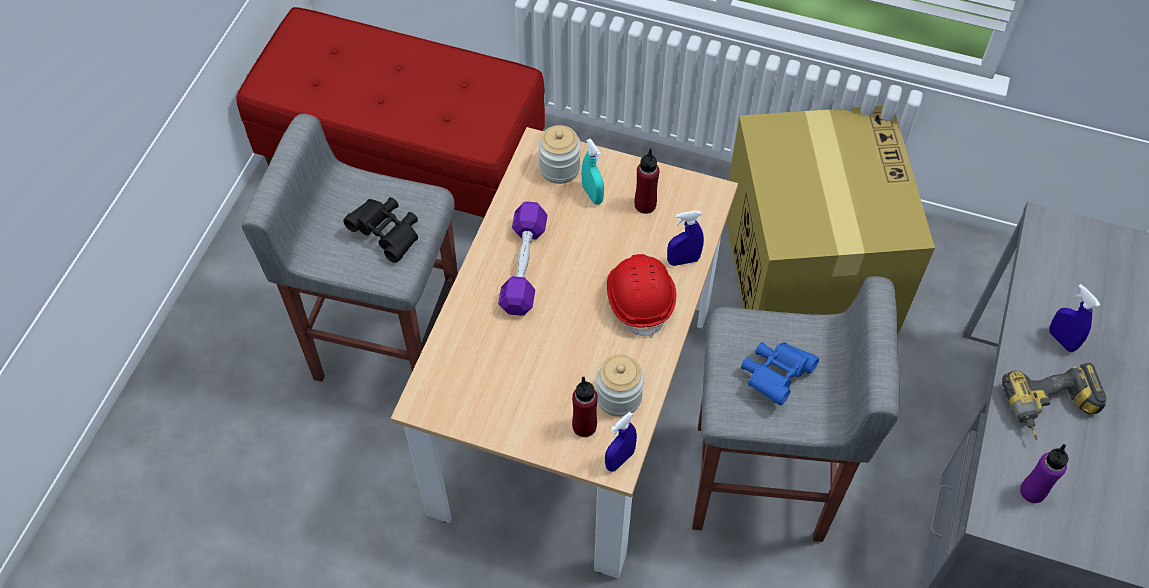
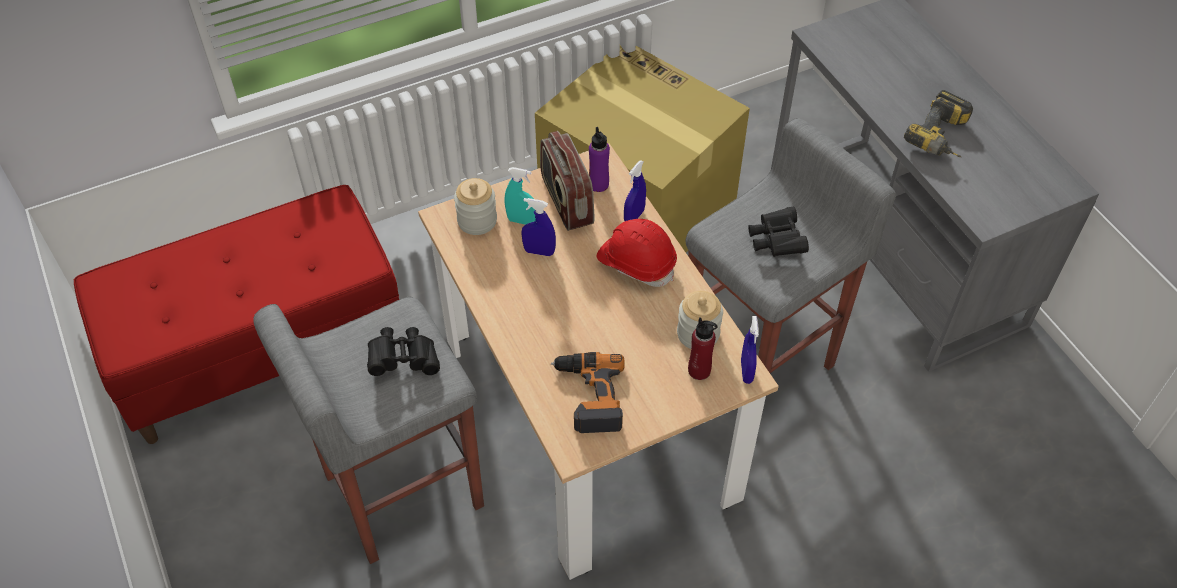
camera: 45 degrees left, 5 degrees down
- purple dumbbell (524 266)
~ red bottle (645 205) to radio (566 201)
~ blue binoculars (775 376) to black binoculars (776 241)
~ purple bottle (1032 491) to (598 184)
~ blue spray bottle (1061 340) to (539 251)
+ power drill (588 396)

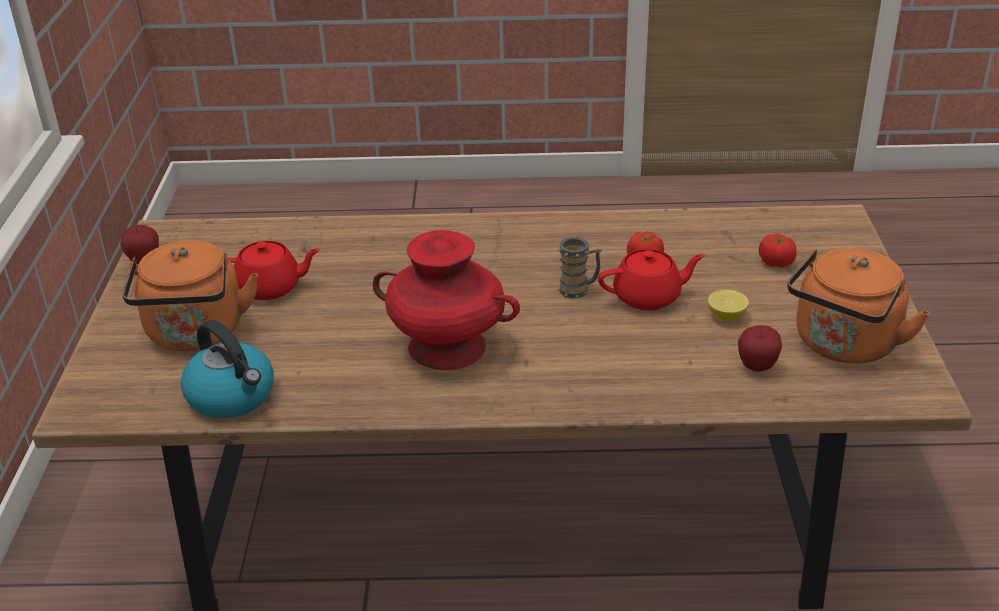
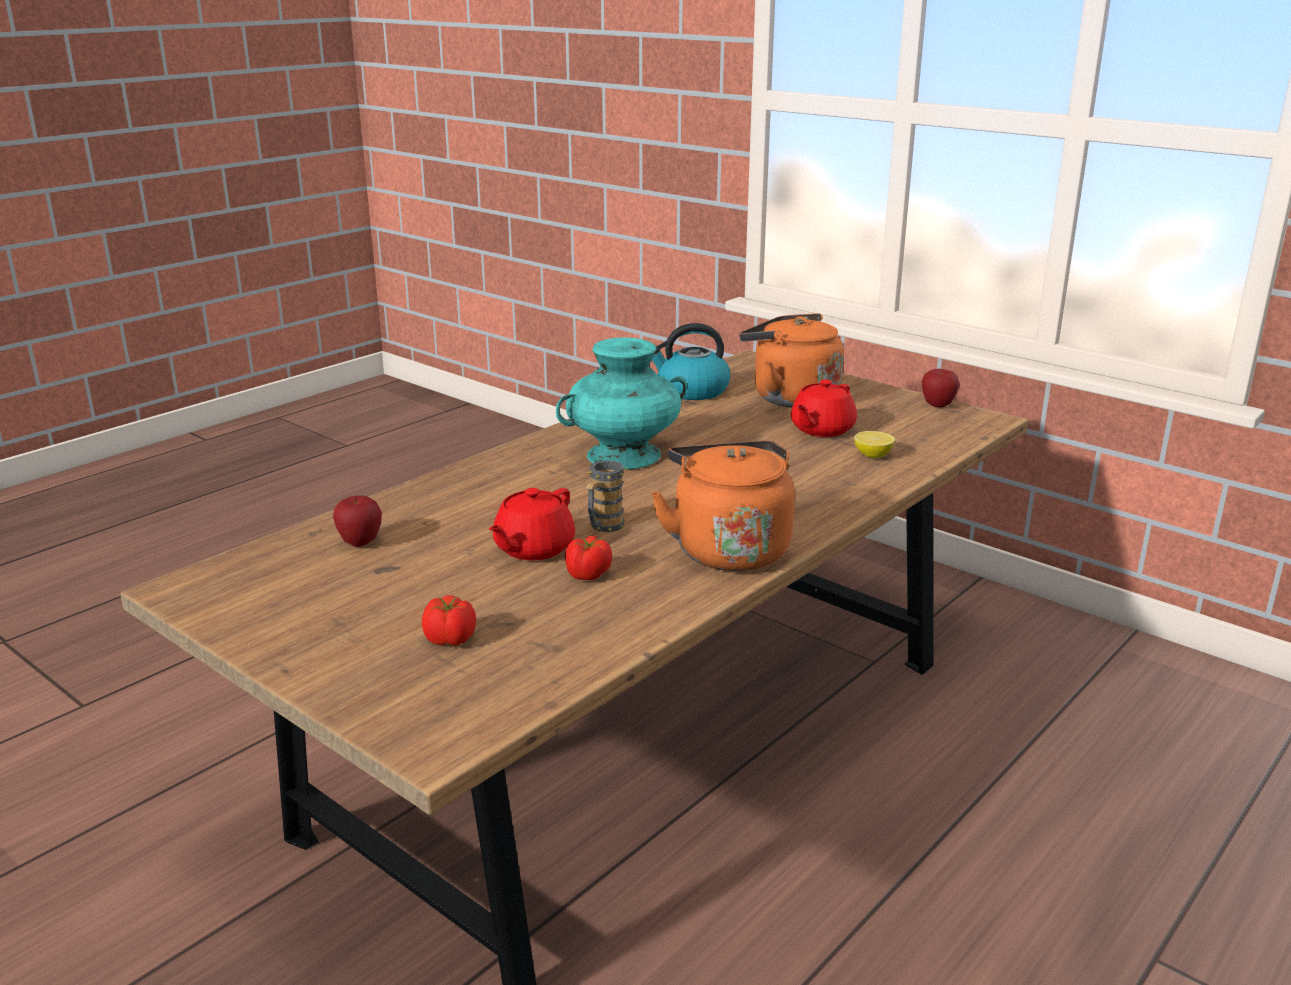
camera: 130 degrees right, 10 degrees down
~ red vase (448 347) to turquoise vase (623 455)
~ lemon (726 316) to (872 455)
~ orange kettle (843 346) to (728 548)

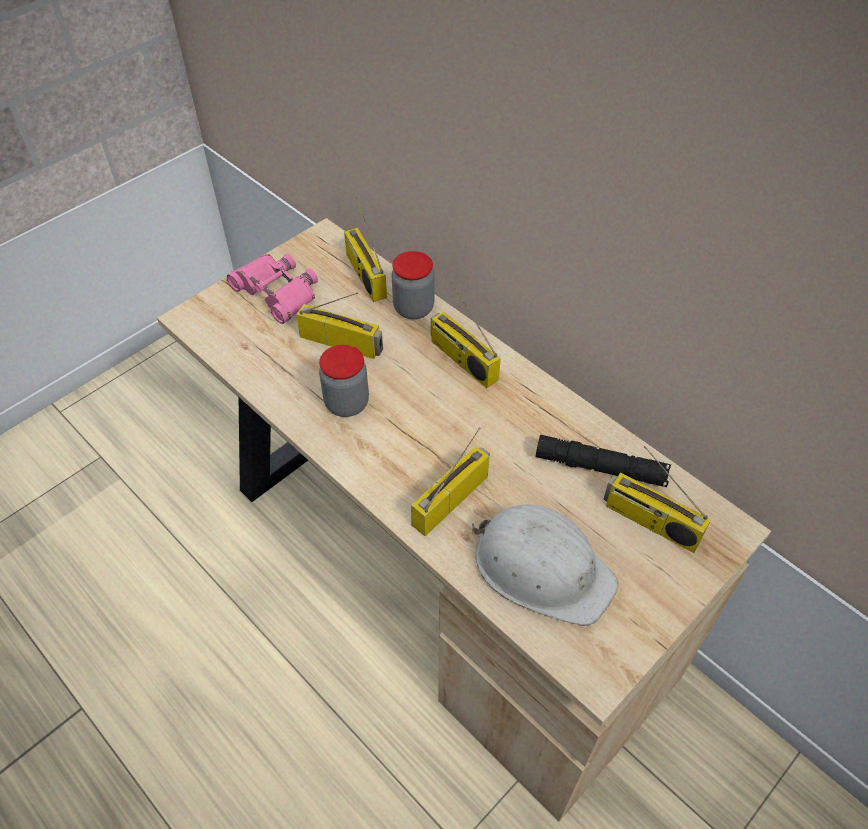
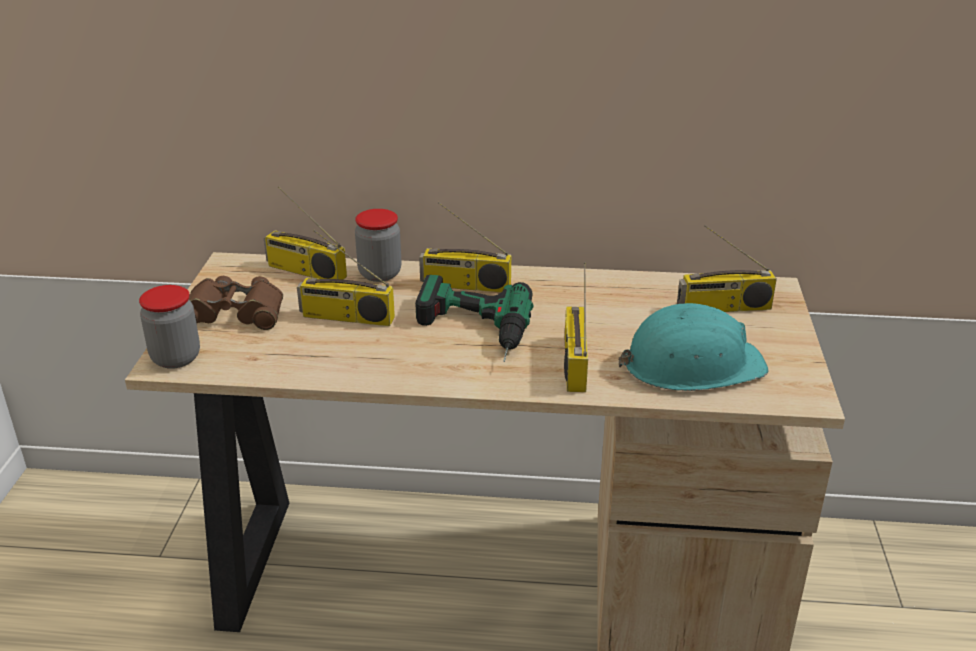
camera: 40 degrees left, 20 degrees down
~ pink binoculars (277 292) to brown binoculars (234 313)
~ radio (342 342) = (346 317) 150 degrees counterclockwise
~ jar (347 403) to (176 358)
~ white hard hat (542 567) to turquoise hard hat (691 365)
- black flashlight (600 467)
+ power drill (470 332)

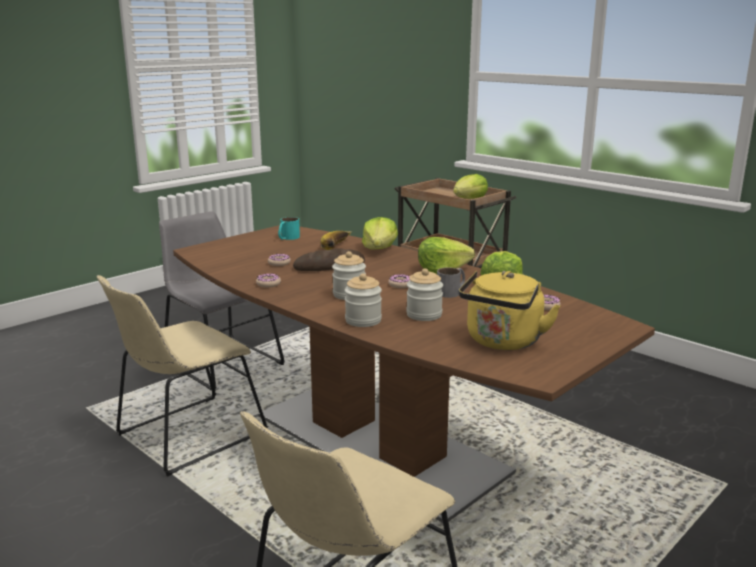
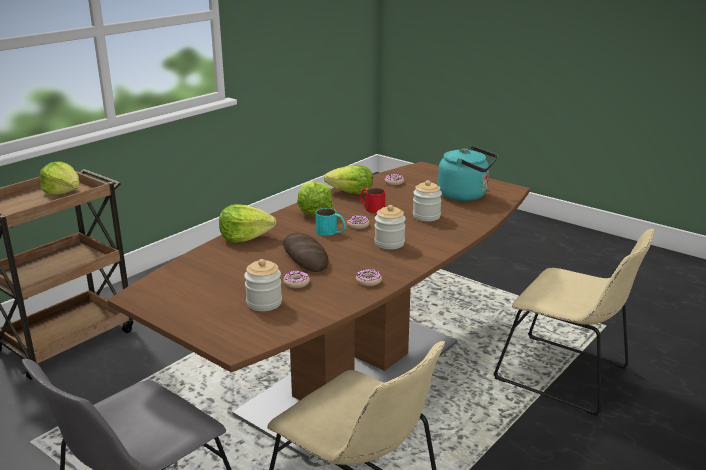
camera: 95 degrees left, 5 degrees up
~ turquoise mug (287 238) to (331 232)
- banana (339 247)
~ jar (363 320) to (264 303)
~ grey mug (452 292) to red mug (371 208)
~ yellow kettle (502 342) to turquoise kettle (466 195)

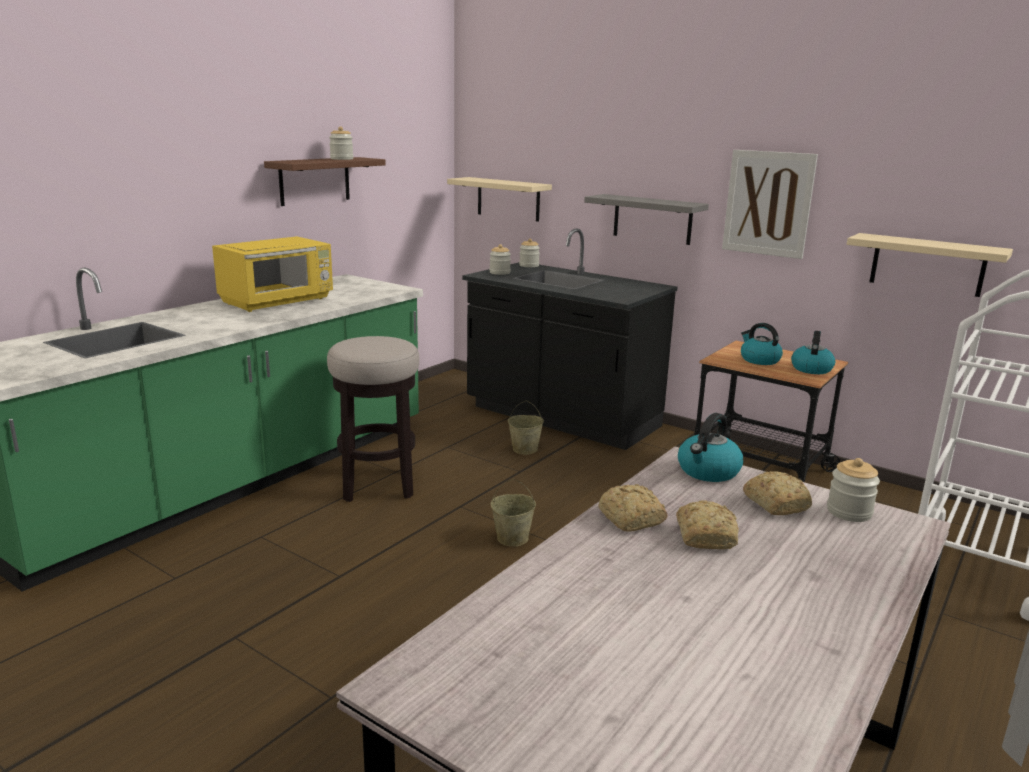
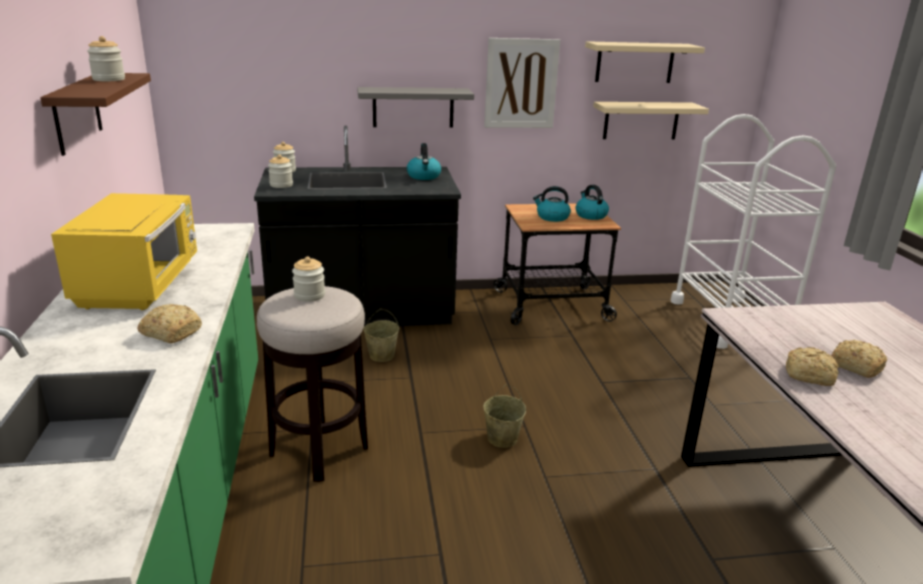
camera: 45 degrees left, 5 degrees up
~ beige shelf (508 199) to (635 62)
~ kettle (708 471) to (424 176)
~ bread (776 503) to (171 332)
~ jar (849 512) to (309 295)

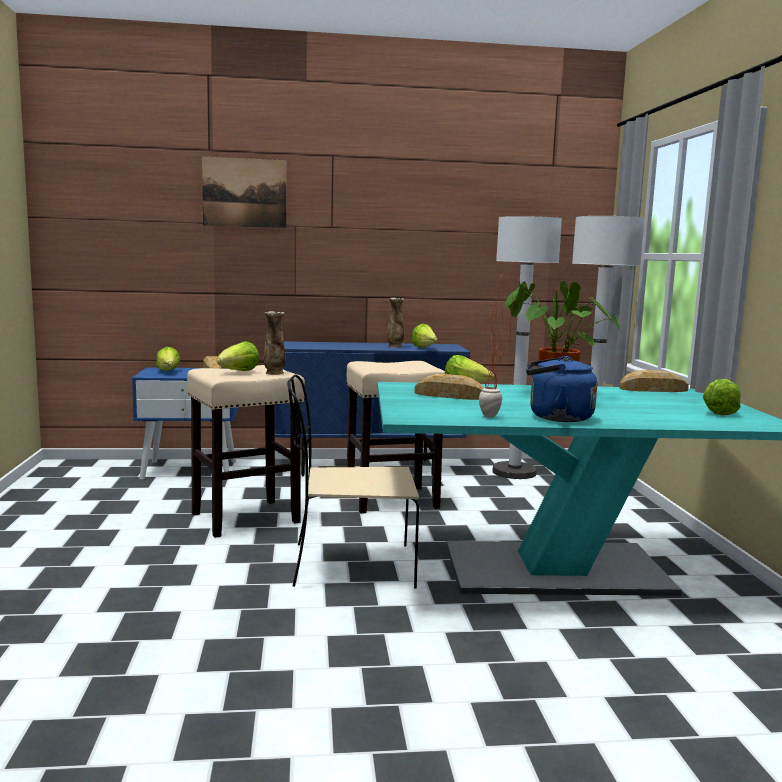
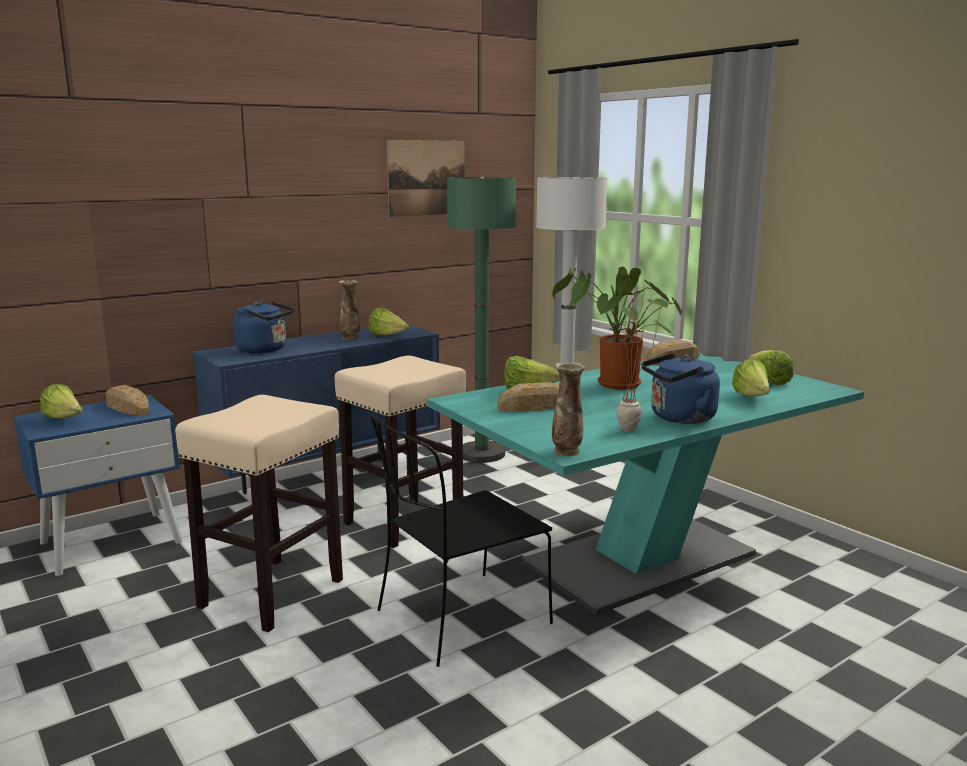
camera: 30 degrees left, 5 degrees up
~ picture (244 193) to (426 178)
~ lettuce (238 372) to (752 398)
~ vase (274 373) to (567 451)
~ beige chair (349 566) to black chair (459 619)
~ white floor lamp (514 472) to green floor lamp (481 454)
+ blue kettle (265 350)

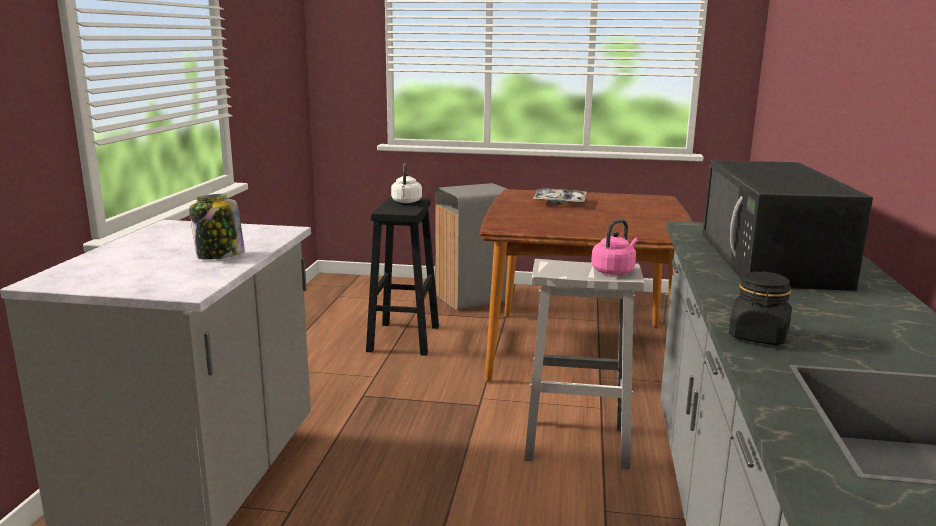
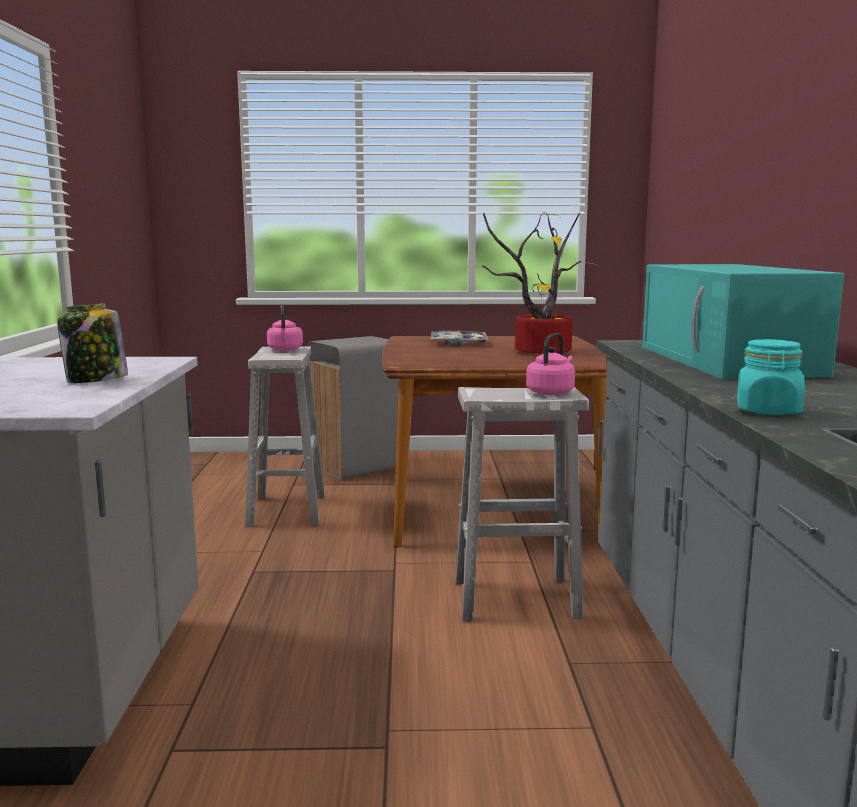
camera: 10 degrees left, 5 degrees down
~ black stool (404 338) to white stool (287 510)
~ white kettle (406 202) to pink kettle (285 350)
~ black microwave (772 260) to turquoise microwave (729 360)
~ black jar (758 336) to turquoise jar (768 411)
+ potted plant (542 351)

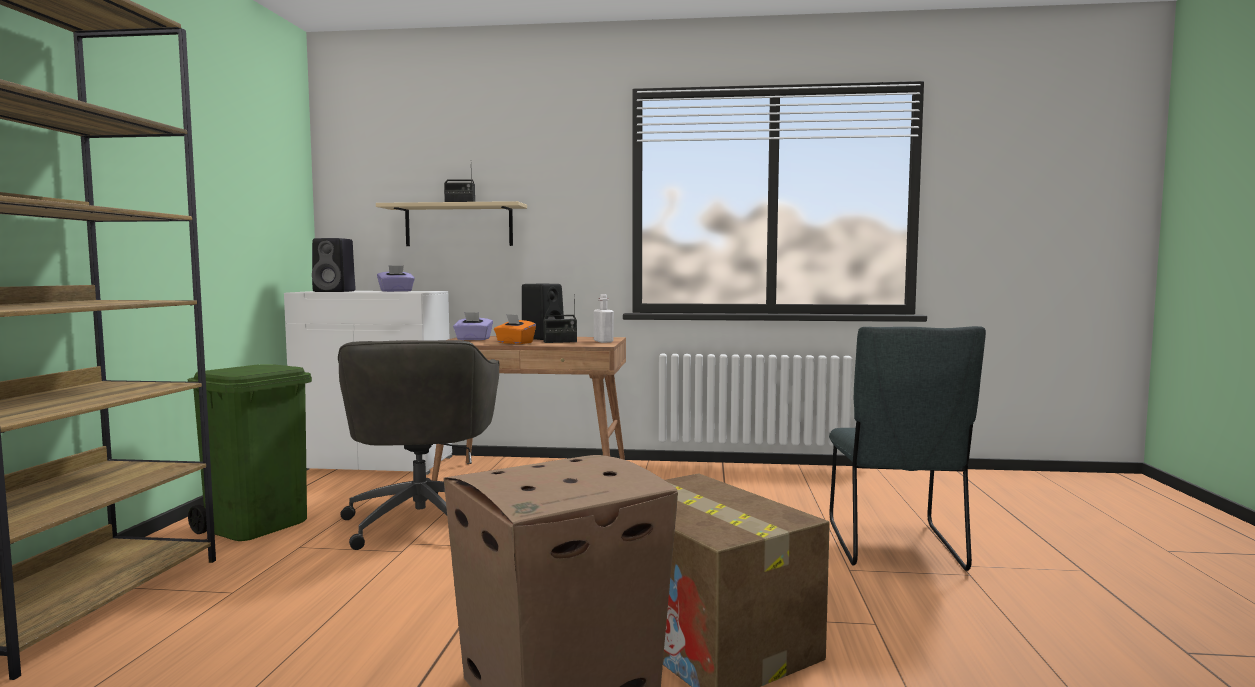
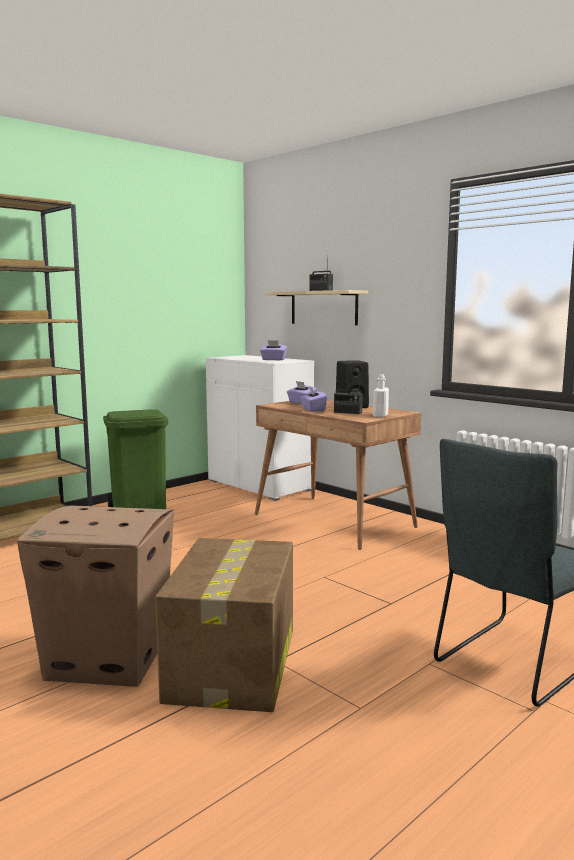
camera: 40 degrees right, 5 degrees up
- black speaker (336 291)
- grey office chair (422 521)
~ orange tissue box (514 343) to purple tissue box (313 410)

